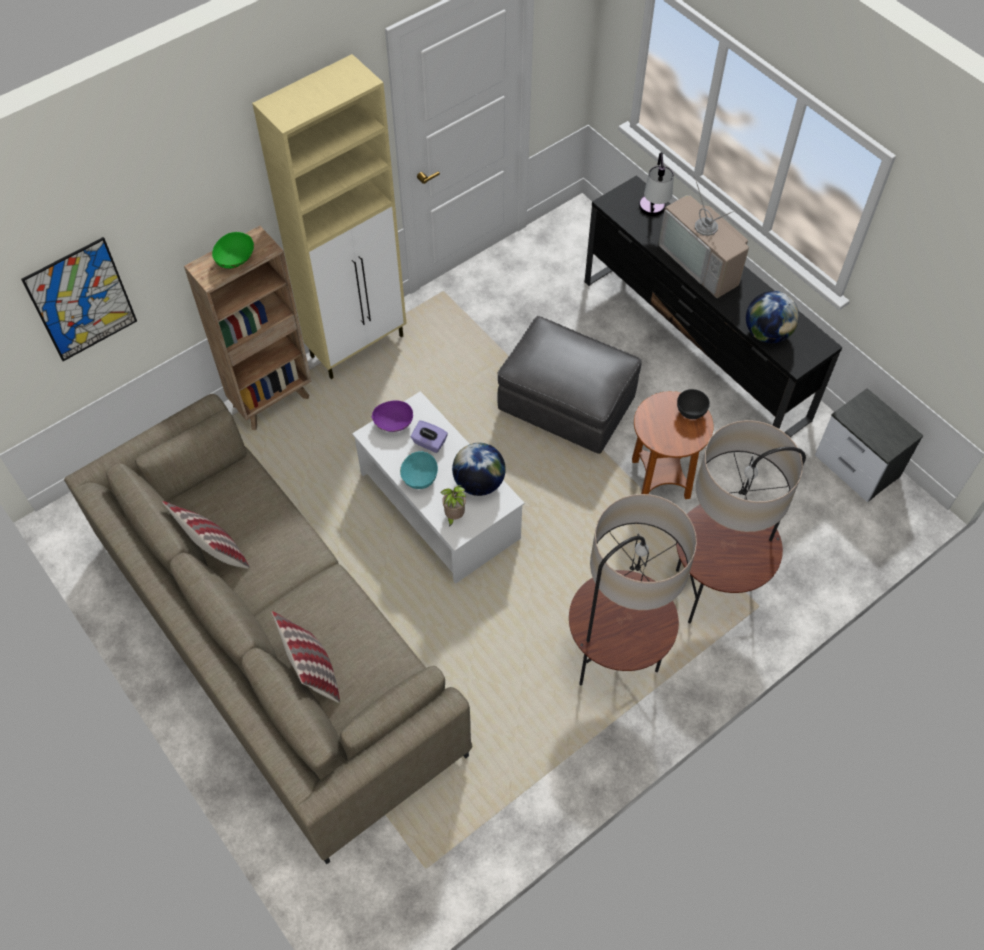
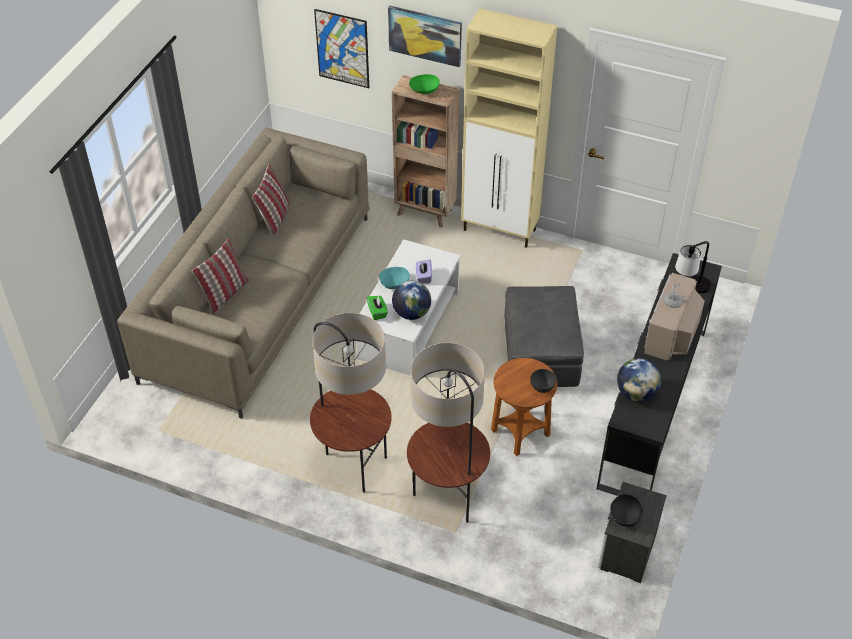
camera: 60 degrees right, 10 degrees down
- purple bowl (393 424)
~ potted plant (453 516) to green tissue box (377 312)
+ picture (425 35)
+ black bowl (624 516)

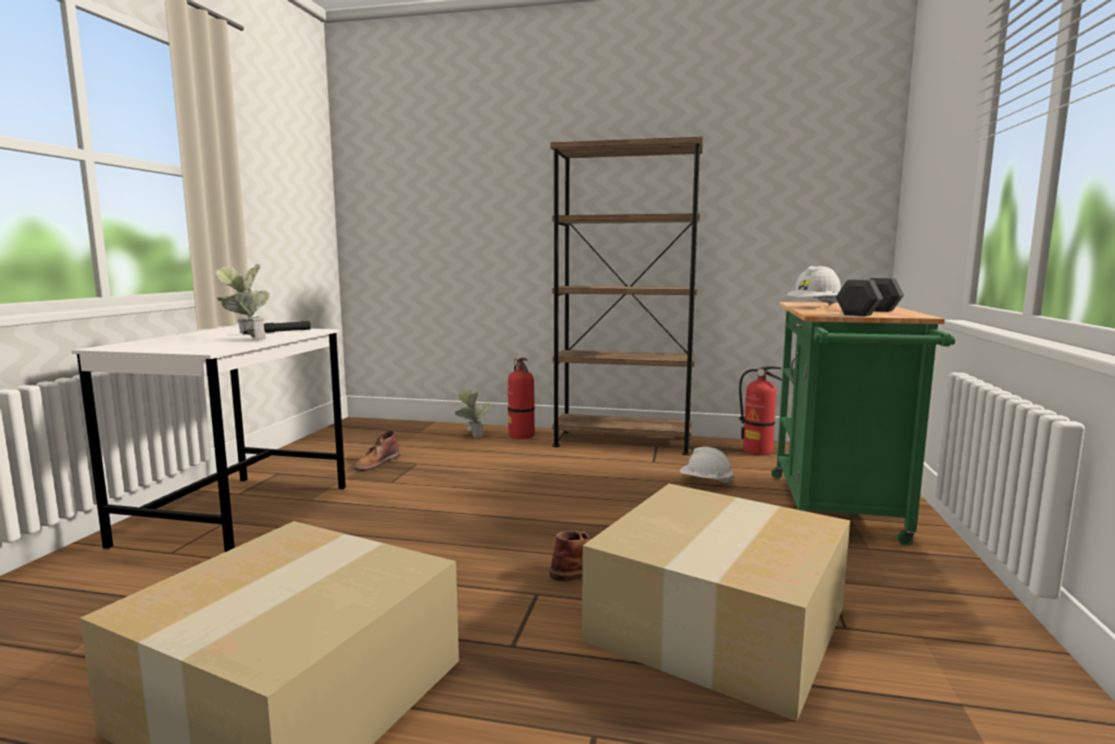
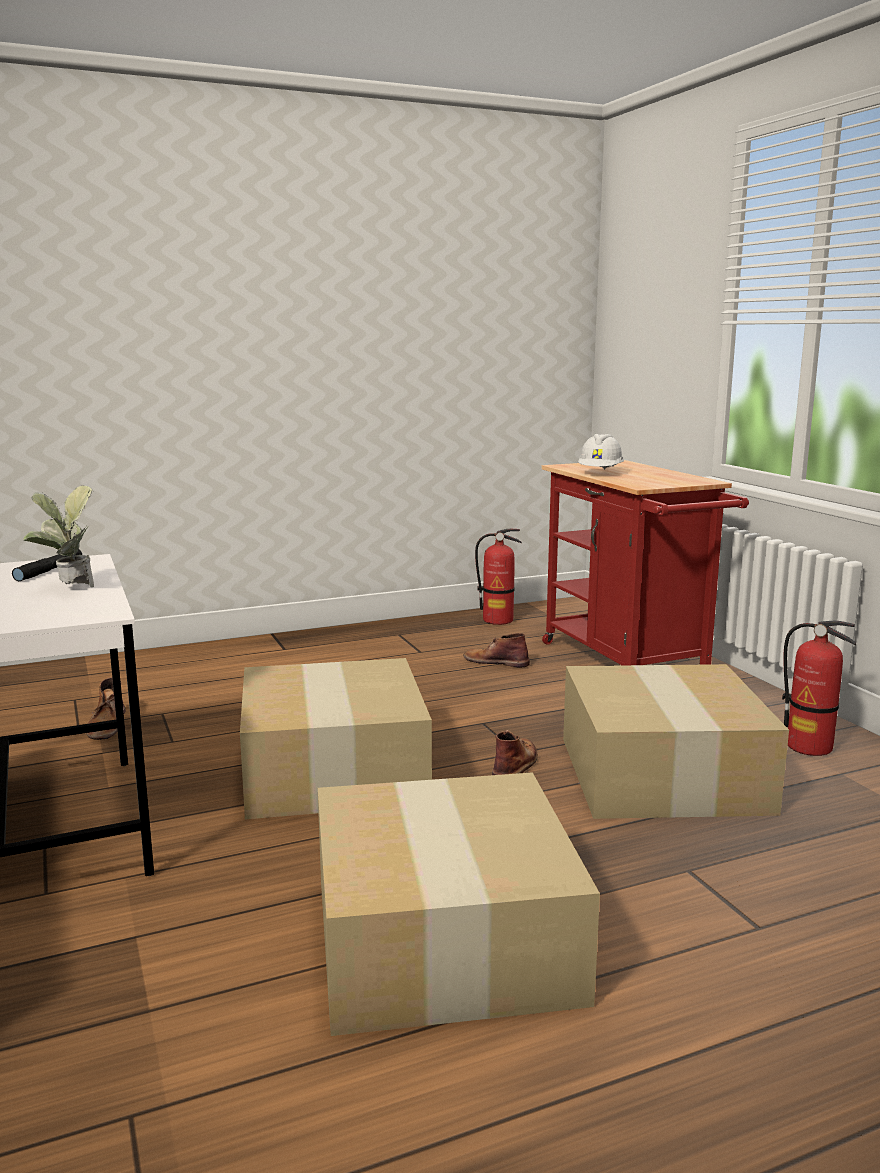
camera: 35 degrees left, 5 degrees up
- potted plant (472 435)
~ fire extinguisher (521 436) to (809 747)
- brown bookcase (622 442)
~ white hard hat (705 482) to brown boot (495 661)
~ green cart (837 512) to red cart (629 664)
- black dumbbell (869 313)
+ cardboard box (330 769)

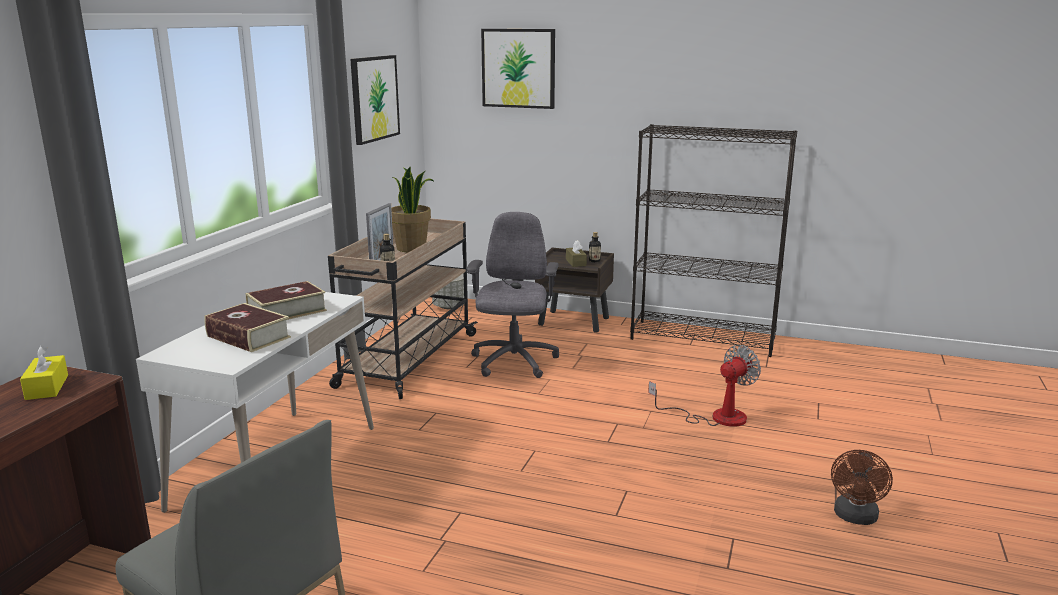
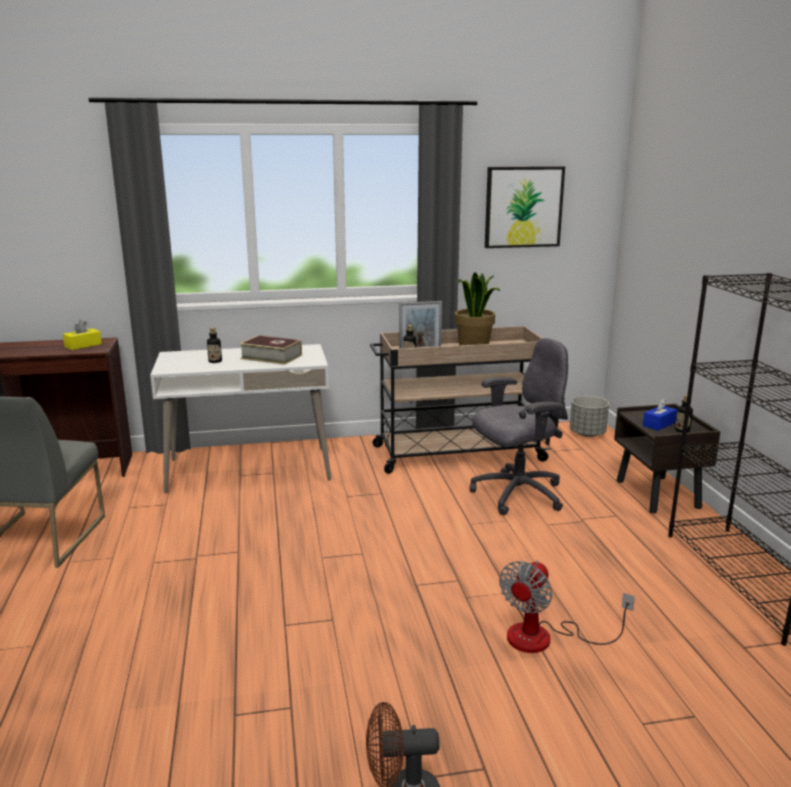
camera: 60 degrees right, 0 degrees up
~ book (248 337) to bottle (215 361)
- picture (518 68)
~ brown tissue box (576 262) to blue tissue box (659 424)
~ fan (715 417) = (545 638) 105 degrees clockwise

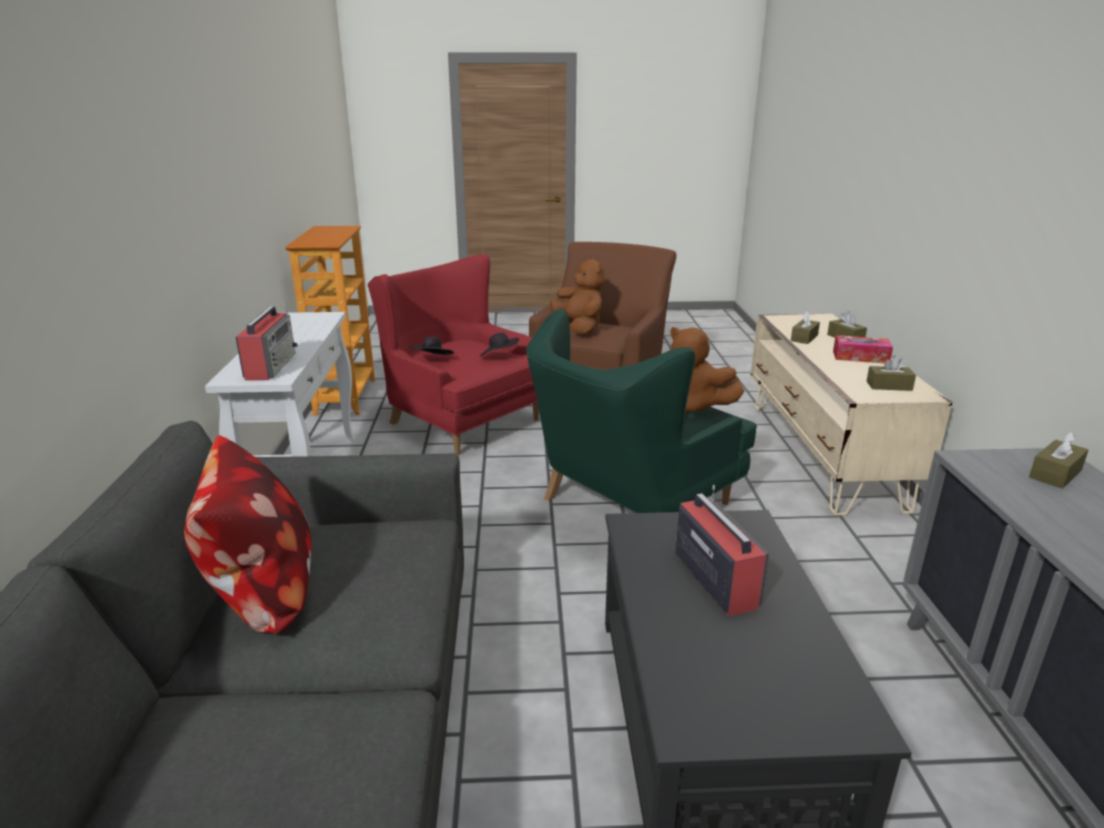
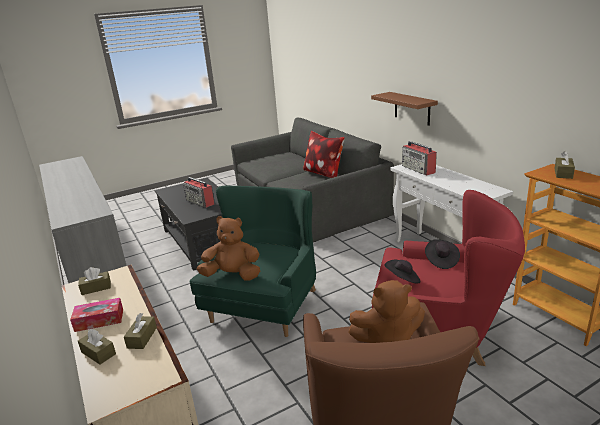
camera: 155 degrees right, 0 degrees up
~ brown plush toy (579 327) = (387 339) 45 degrees counterclockwise
~ brown tissue box (1055 474) to (563 173)
+ brown shelf (412 108)

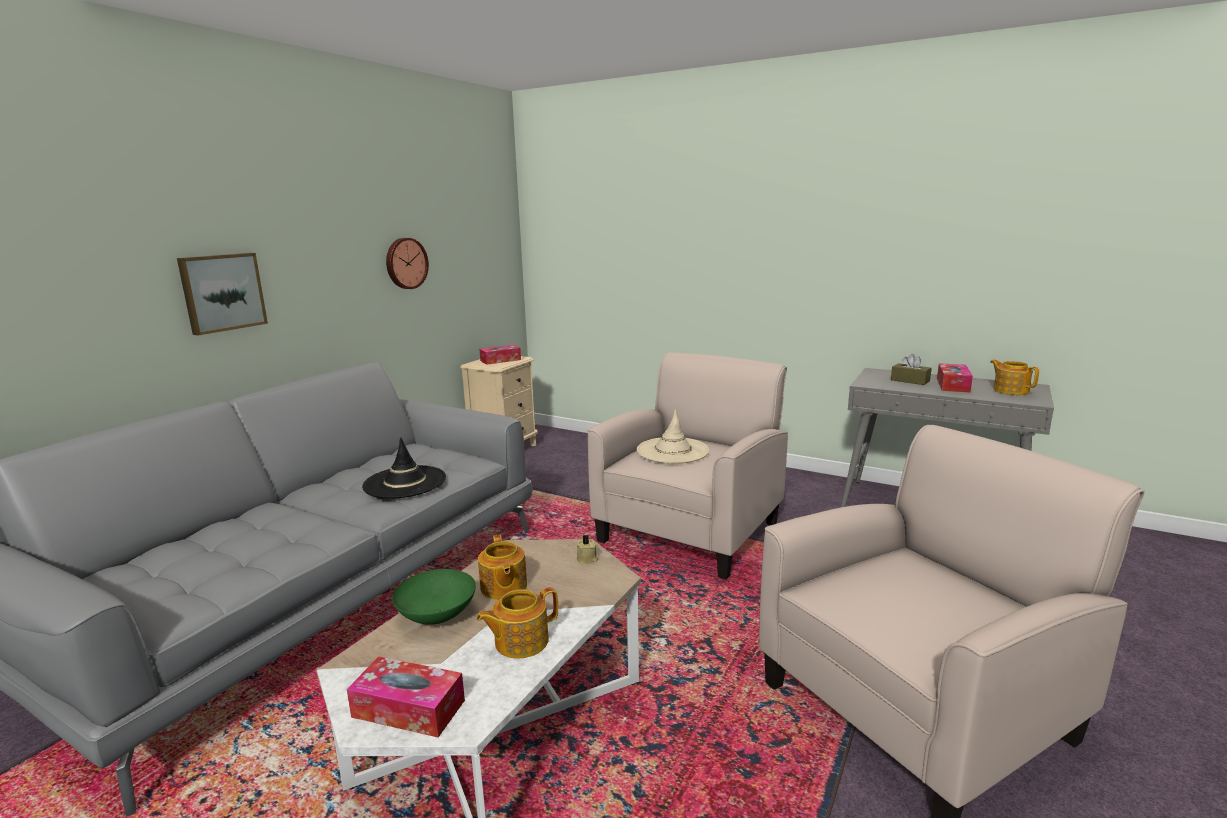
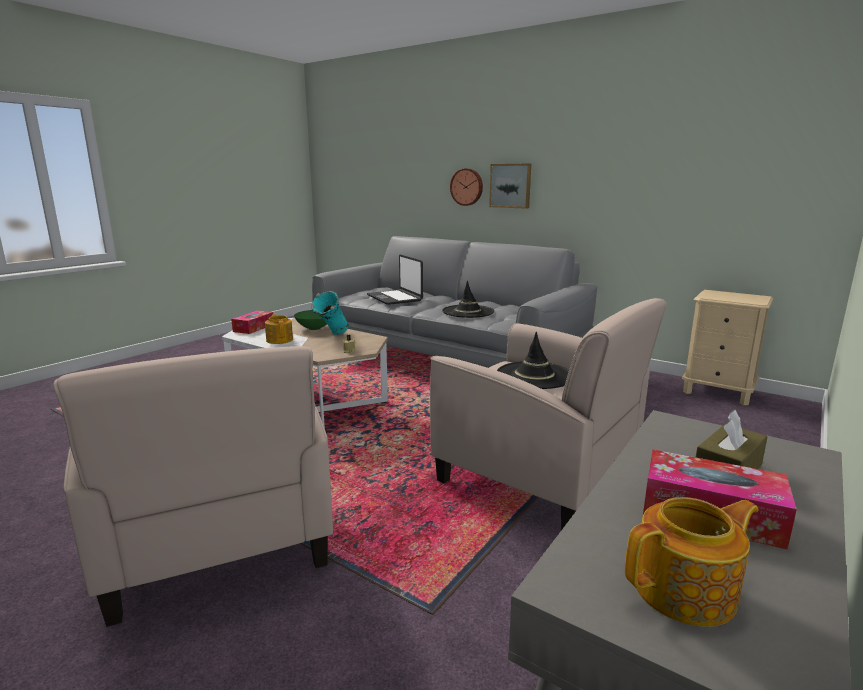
camera: 95 degrees right, 0 degrees up
~ wall clock (405 263) to (467 187)
~ teapot (503 587) to turquoise vase (331 337)
- tissue box (500 360)
~ beige hat (672 451) to black hat (534 375)
+ laptop (395 298)

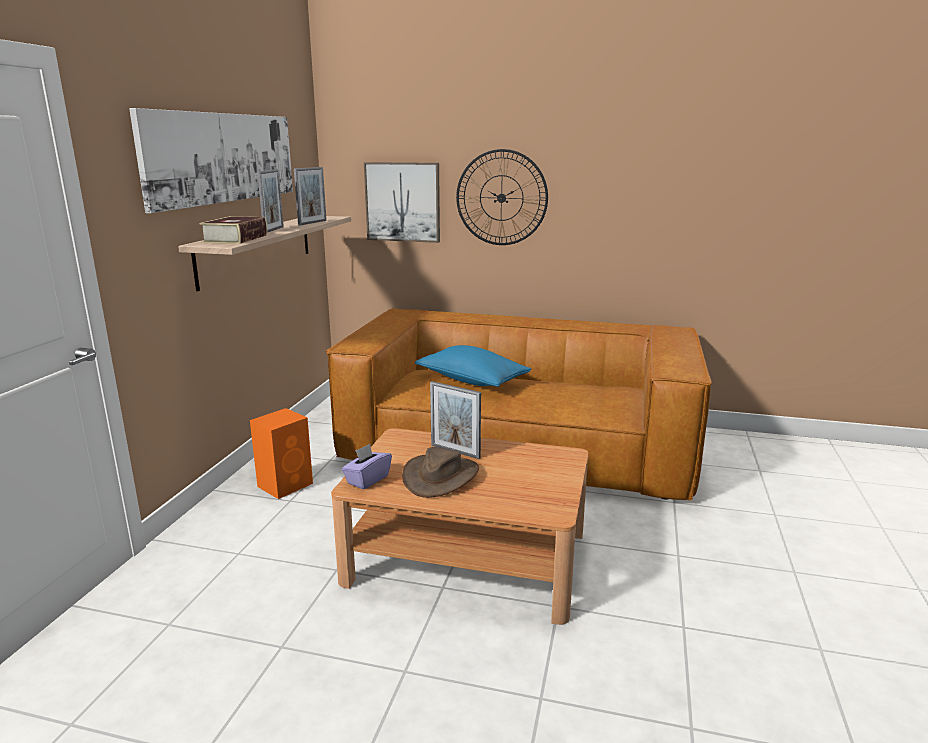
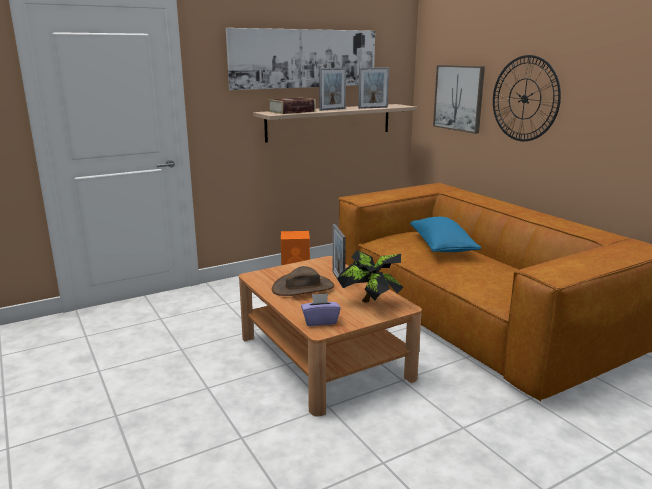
camera: 45 degrees right, 0 degrees up
~ purple tissue box (367 480) to (320 321)
+ potted plant (370 304)

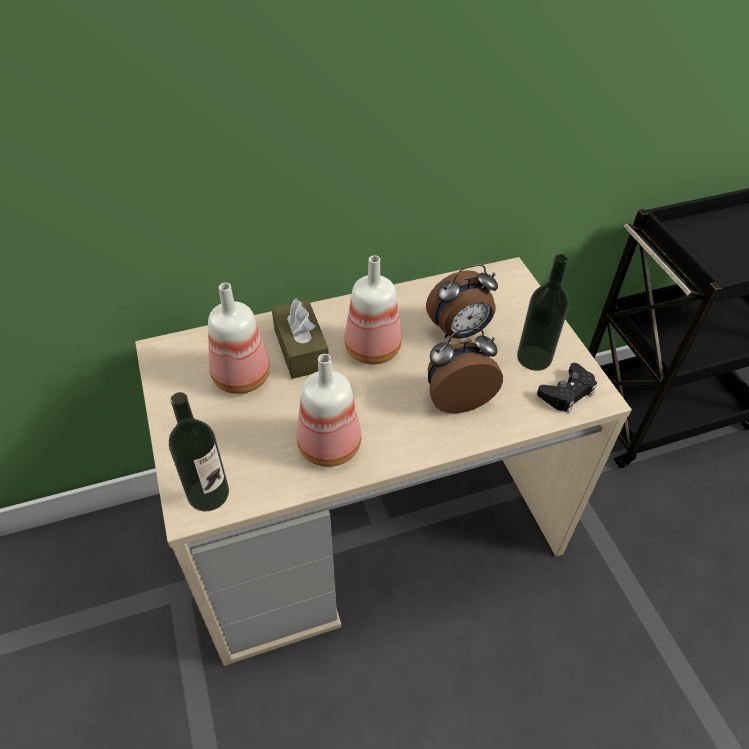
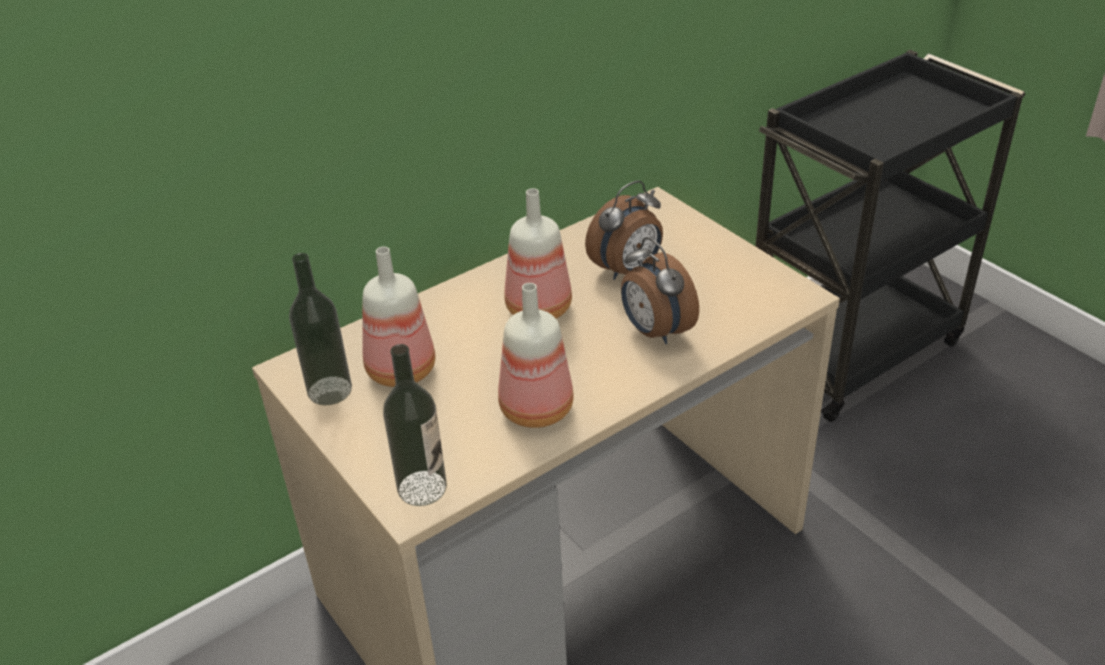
camera: 15 degrees left, 10 degrees down
- brown tissue box (301 349)
~ alarm clock (457 398) = (655 331) 90 degrees counterclockwise
~ bottle (534 358) to (329 390)
- black game controller (567 393)

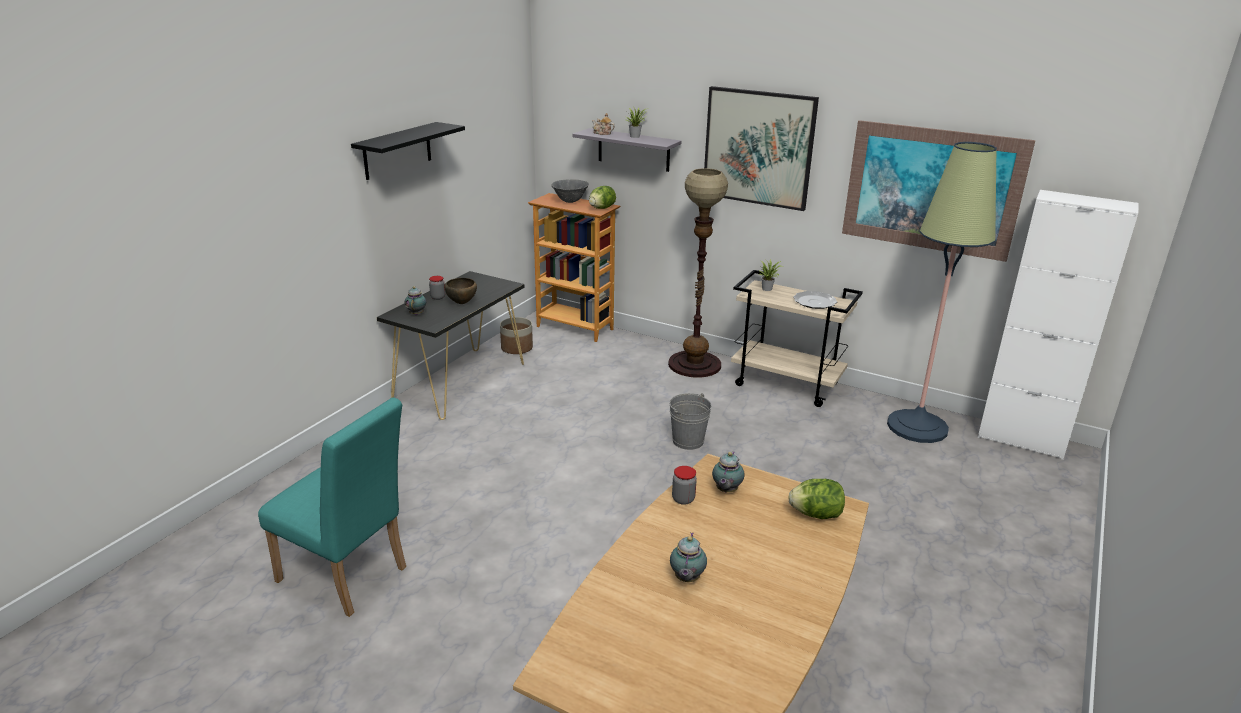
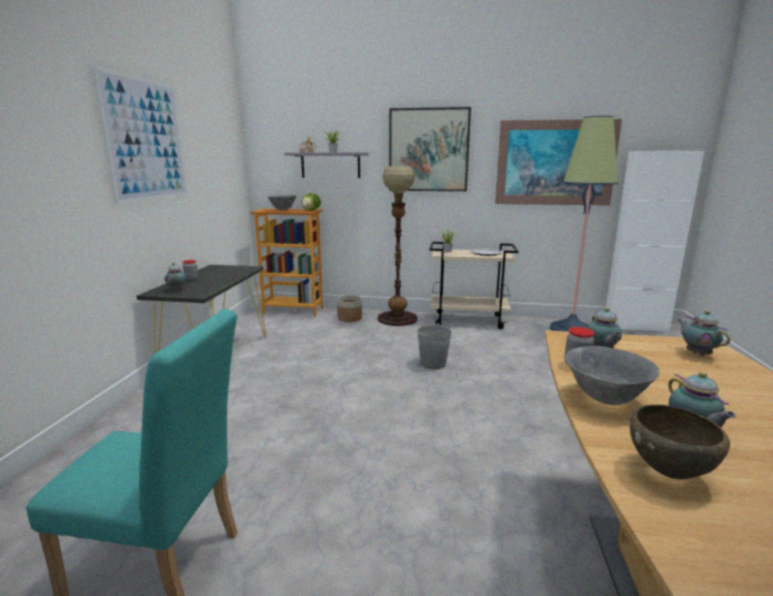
camera: 20 degrees left, 10 degrees down
~ black shelf (397 151) to picture (146 140)
~ brown bowl (462 303) to (669 472)
~ planter (517 348) to (349 318)
~ lettuce (816 514) to teapot (696 353)
+ grey bowl (605 399)

